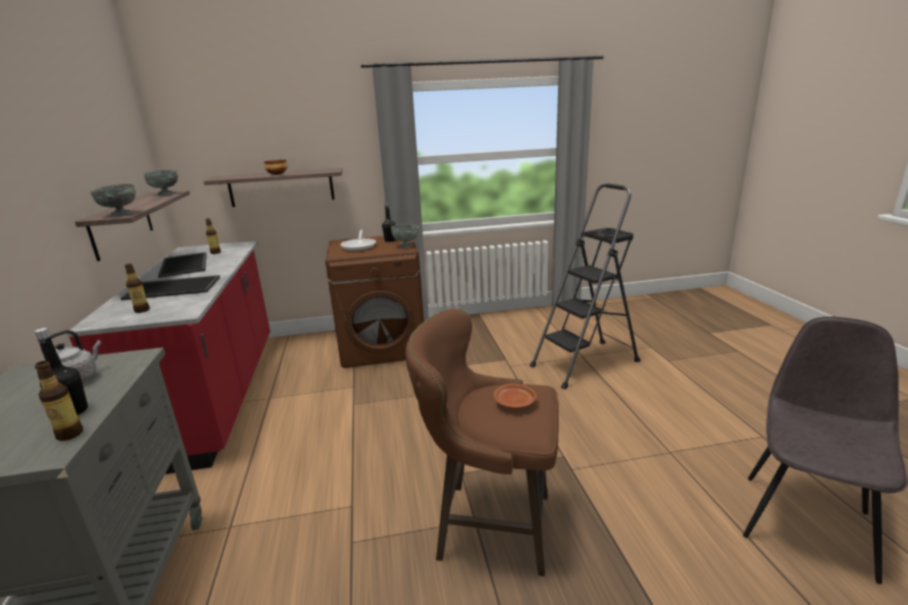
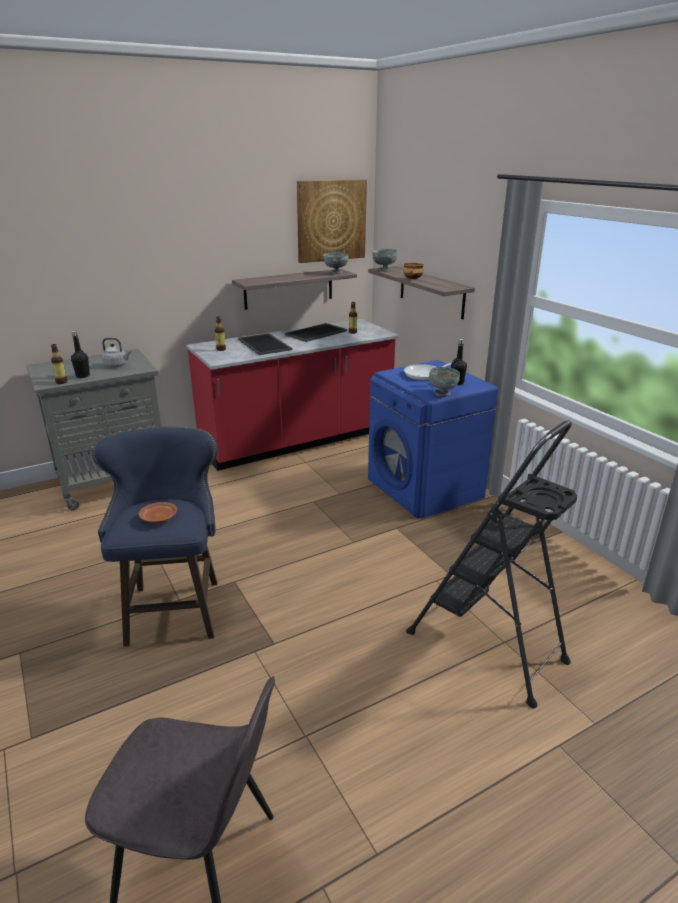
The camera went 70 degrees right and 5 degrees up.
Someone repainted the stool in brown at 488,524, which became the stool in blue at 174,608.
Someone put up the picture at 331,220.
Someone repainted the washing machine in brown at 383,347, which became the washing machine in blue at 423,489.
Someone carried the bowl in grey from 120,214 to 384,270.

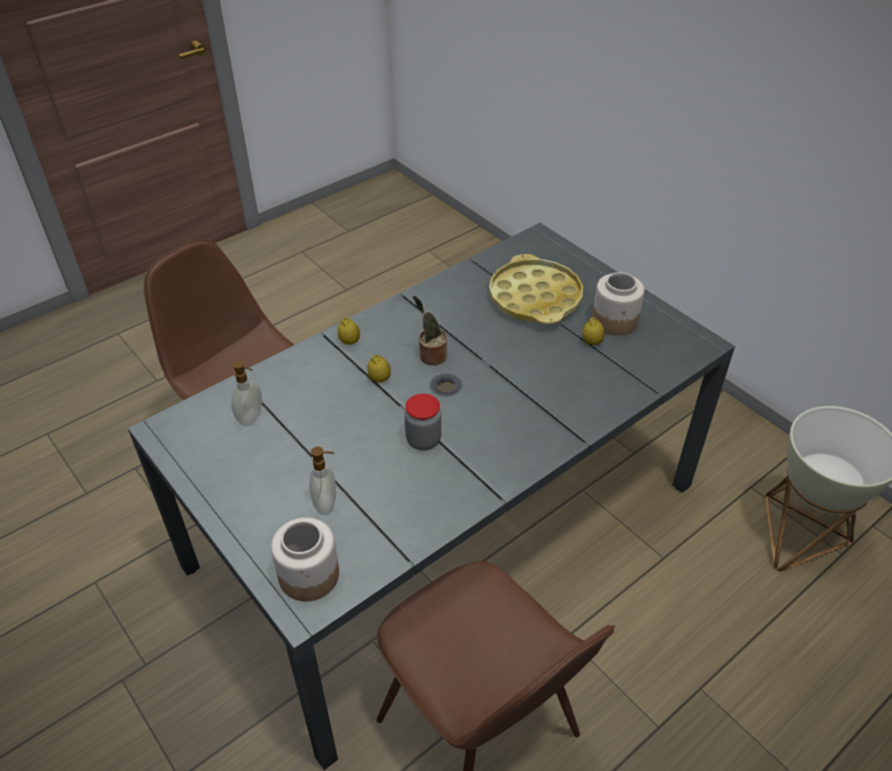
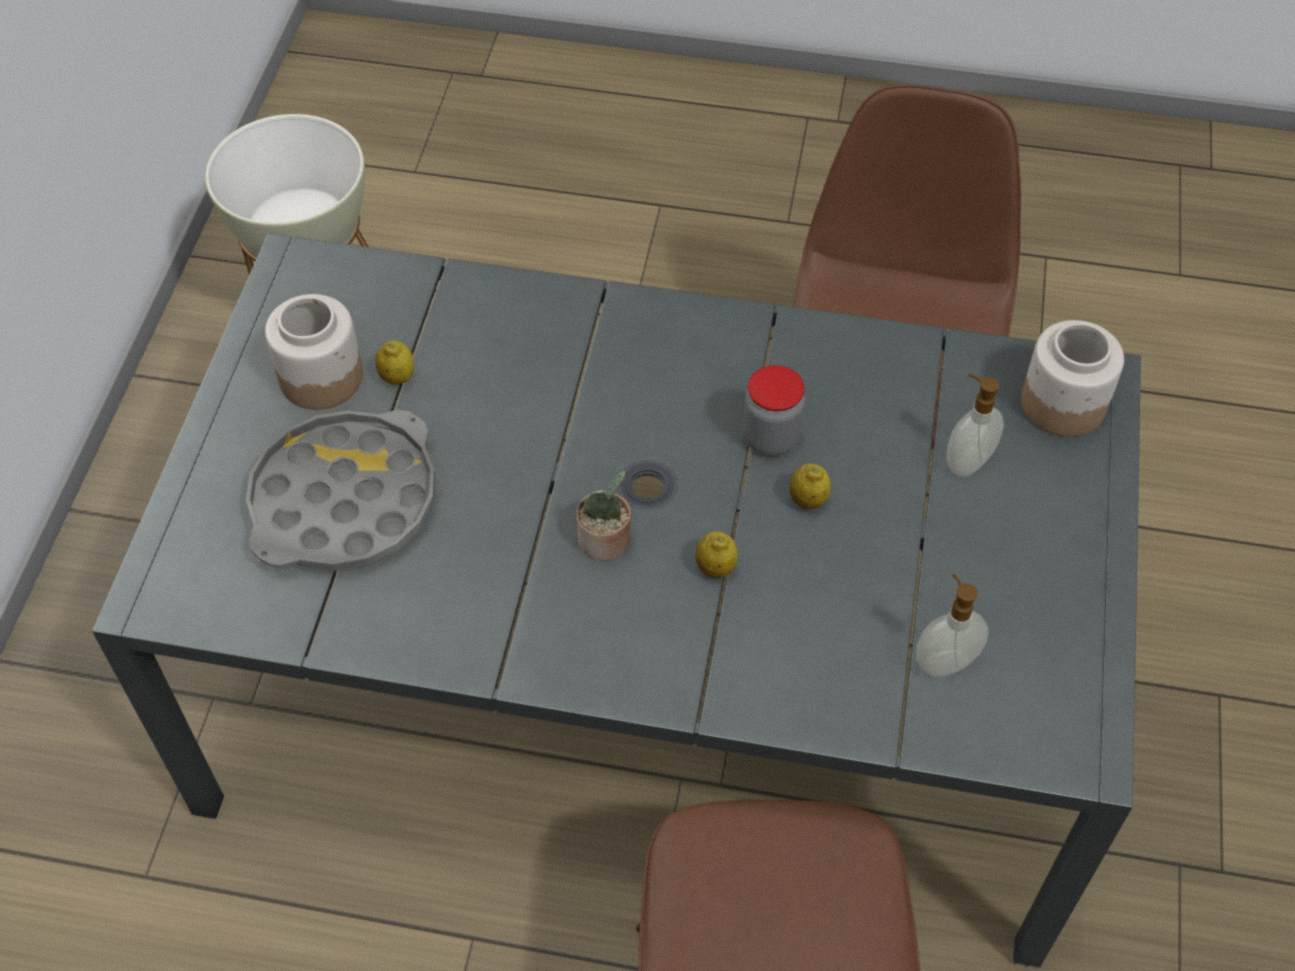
The camera went 130 degrees left and 10 degrees up.
Someone repainted the tray in yellow at 535,298, which became the tray in grey at 344,501.
Someone carried the lemon from 349,341 to 808,500.

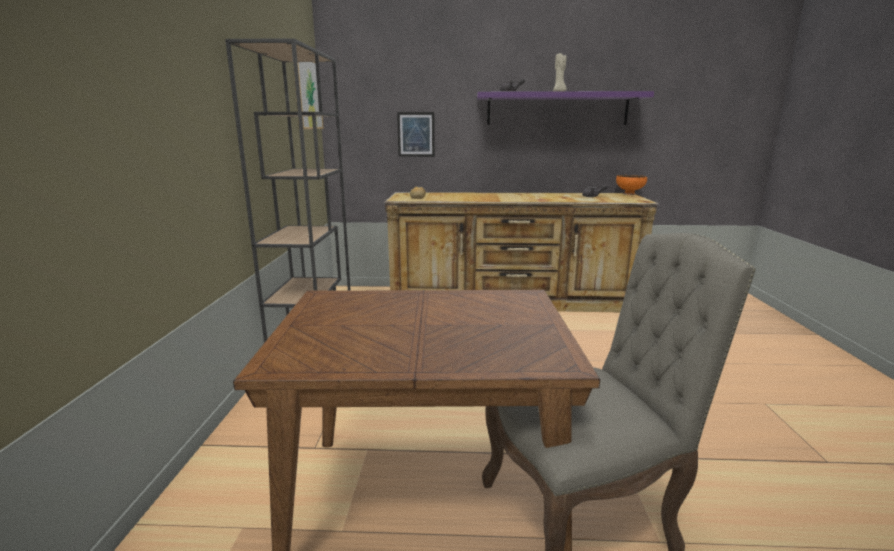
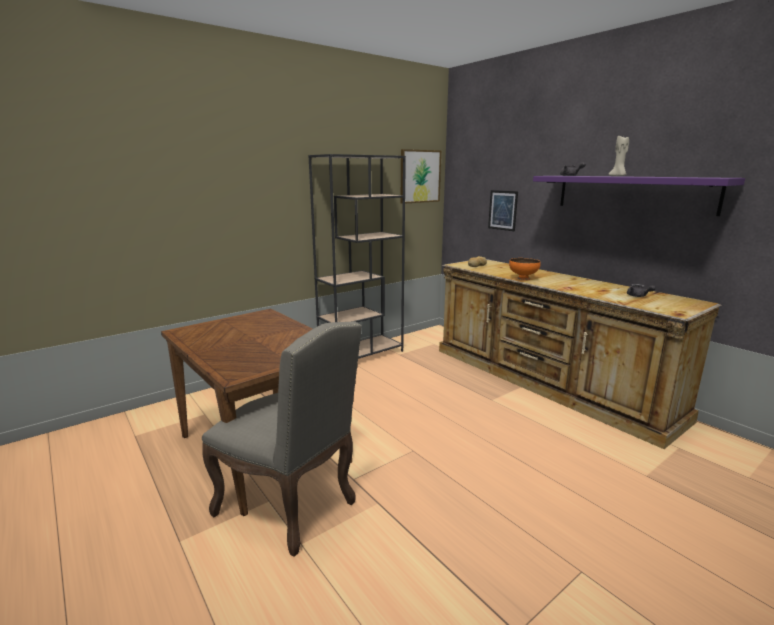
The camera went 50 degrees right and 0 degrees up.
Someone carried the bowl in orange from 629,194 to 523,278.

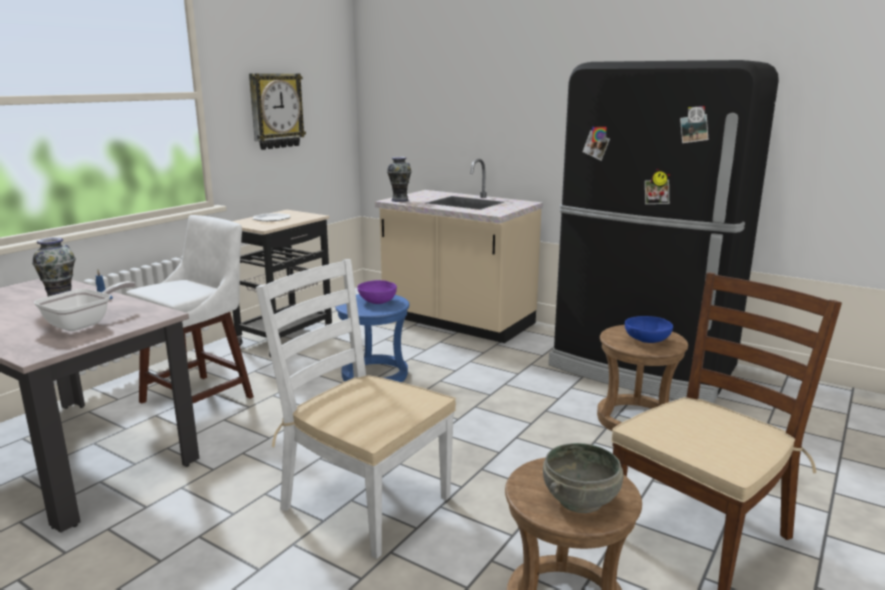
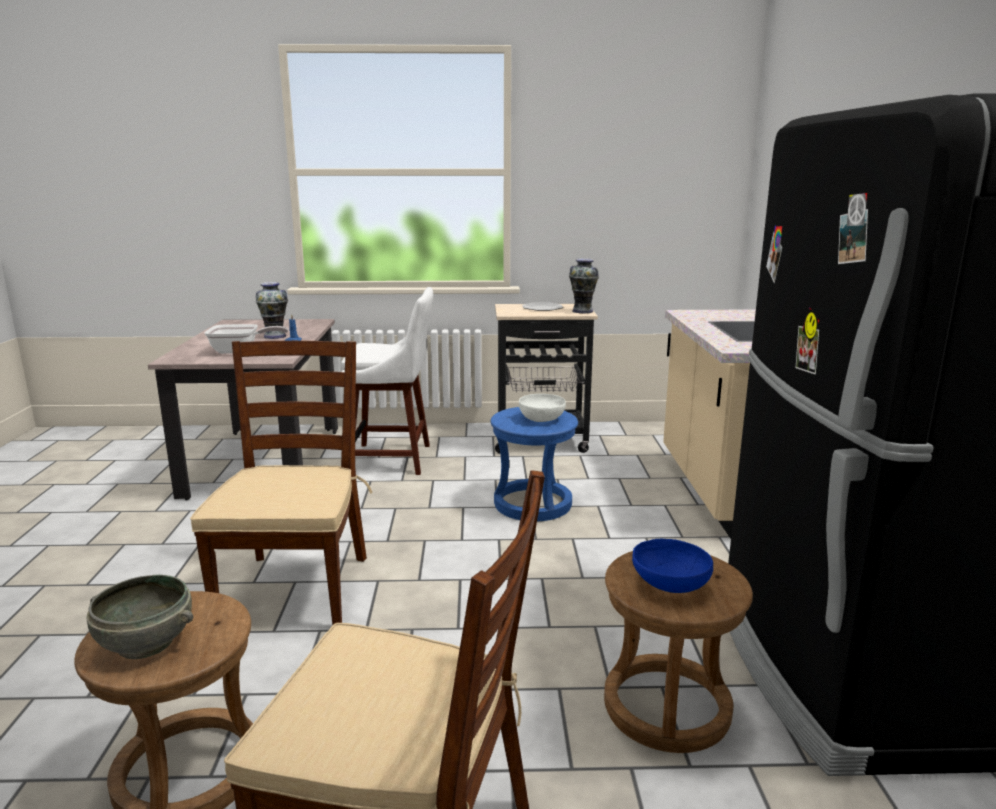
The camera went 55 degrees right and 0 degrees up.
Someone repainted the chair in white at 364,502, which became the chair in brown at 295,589.
Someone repainted the bowl in purple at 377,301, which became the bowl in white at 541,419.
Someone carried the vase from 400,200 to 582,311.
Someone took away the wall clock at 276,111.

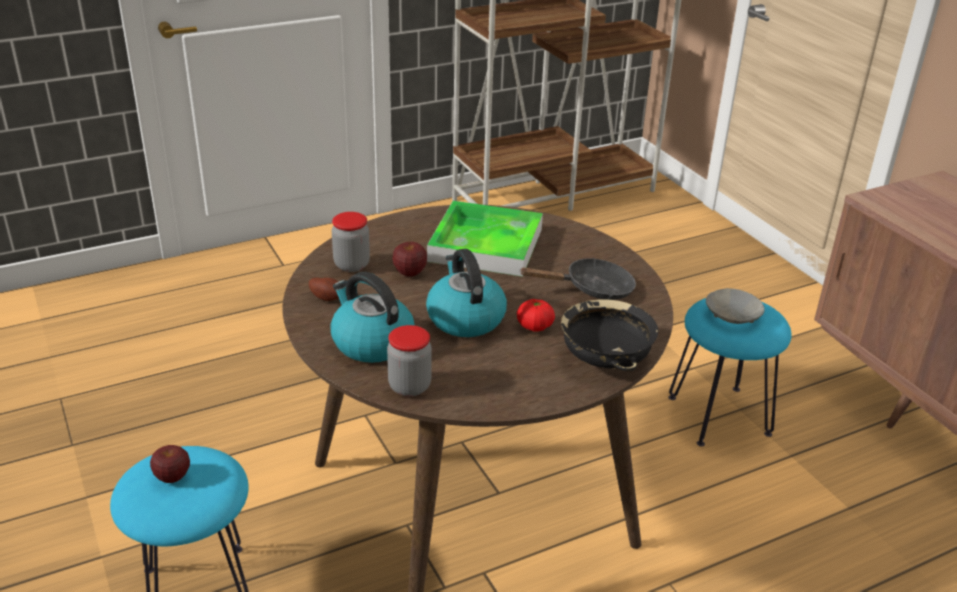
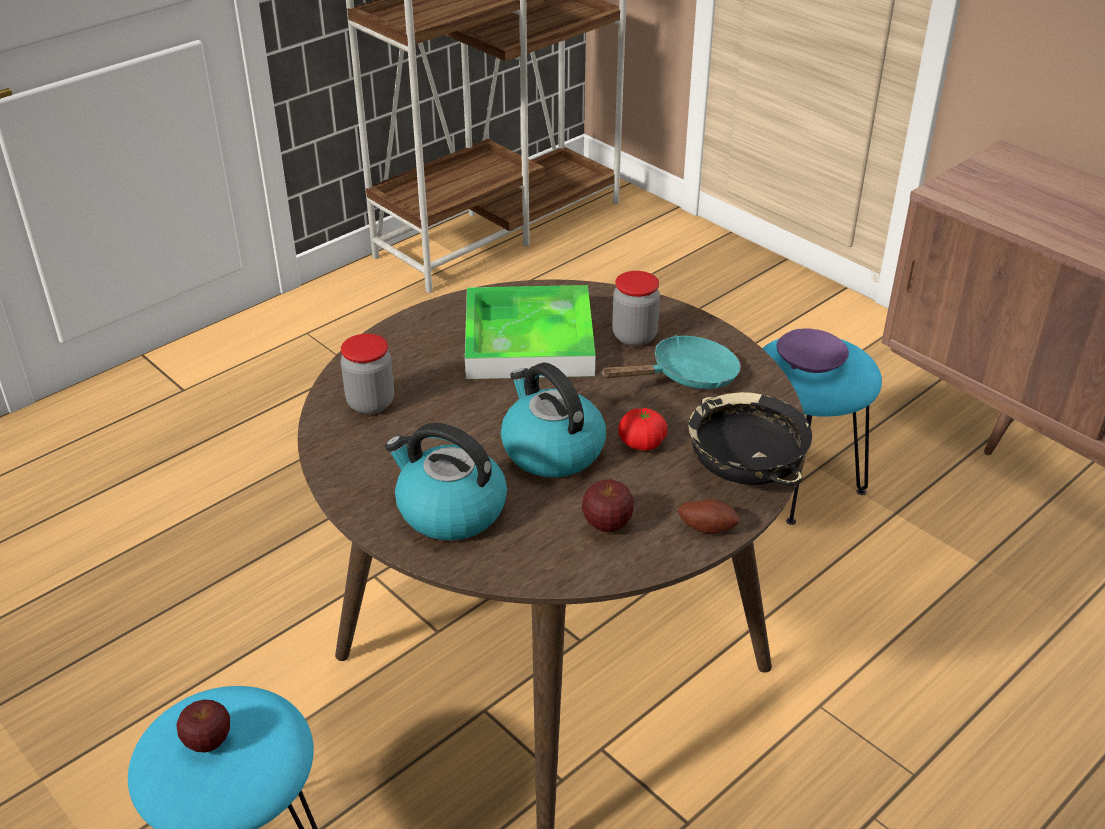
The camera went 15 degrees left and 5 degrees up.
Someone carried the apple from 410,273 to 607,524.
Someone repainted the frying pan in black at 592,289, which became the frying pan in turquoise at 686,376.
Someone carried the jar from 409,386 to 634,336.
Someone carried the potato from 328,297 to 708,527.
Someone repainted the bowl in grey at 732,316, which became the bowl in purple at 810,363.

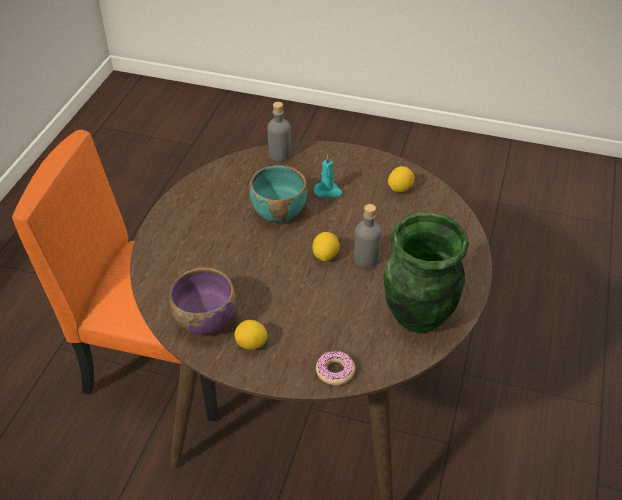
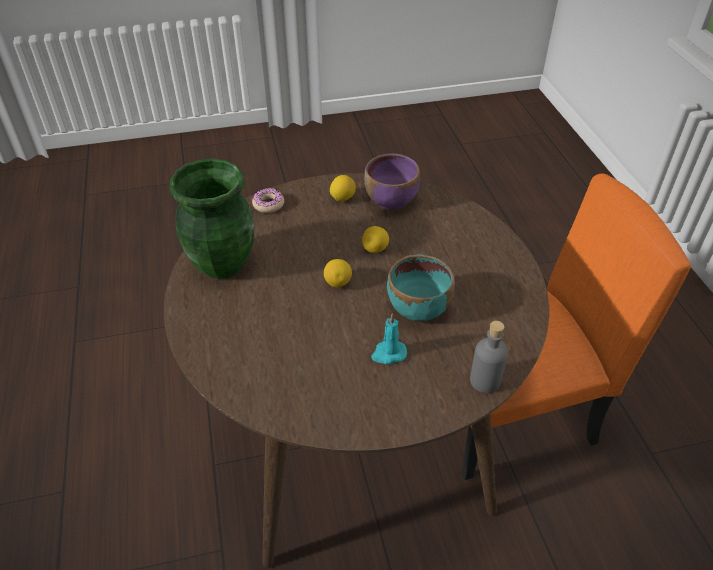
The camera went 150 degrees right and 0 degrees up.
Someone carried the lemon from 400,189 to 375,249.
Someone took away the bottle in grey at 366,258.

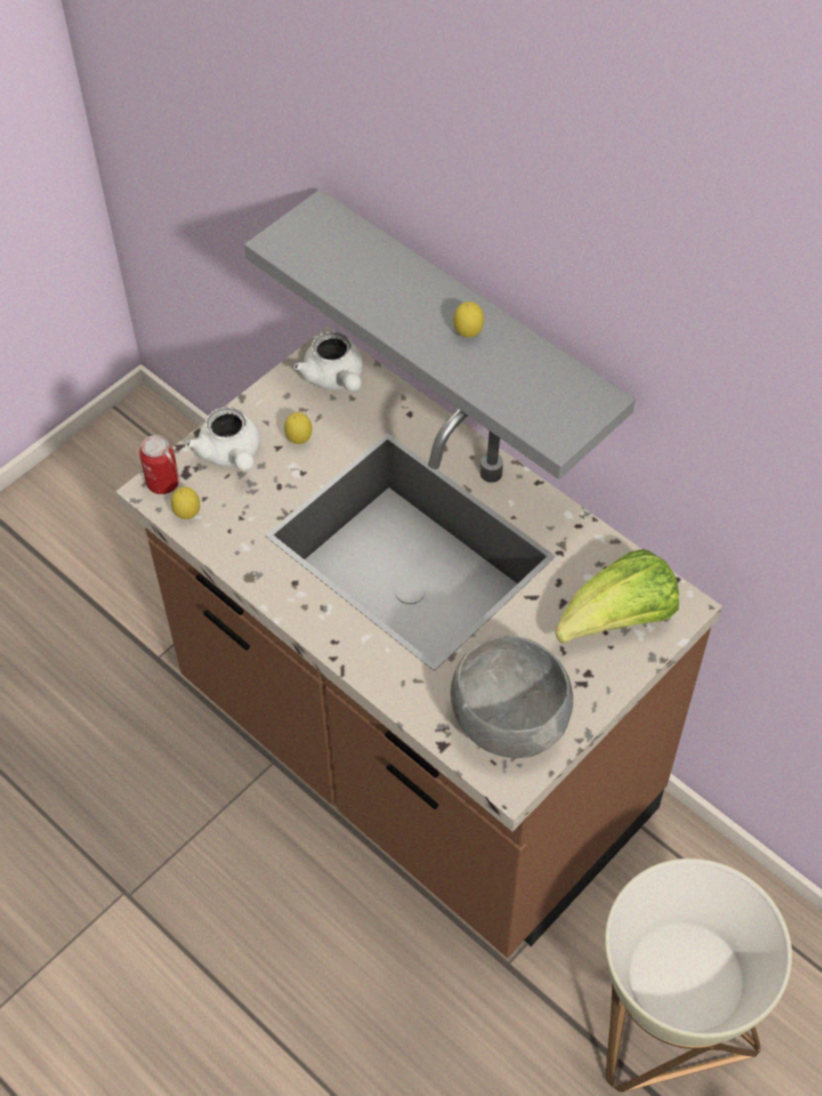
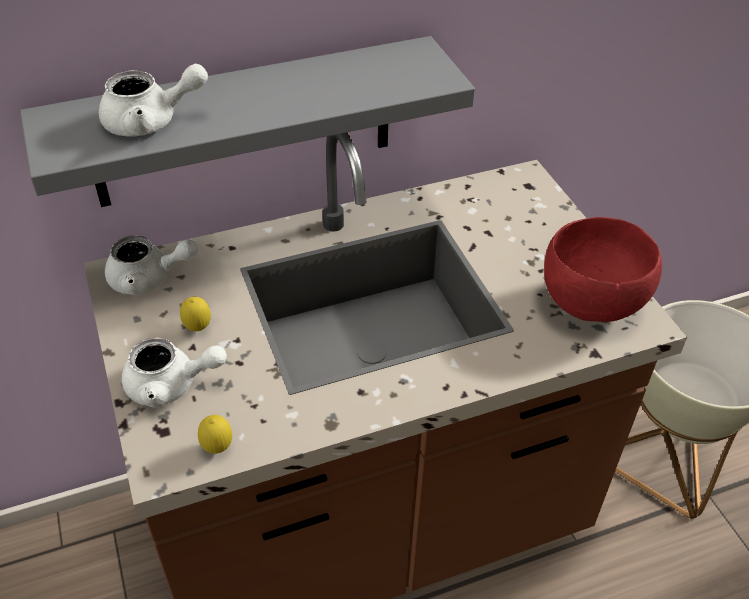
The camera went 65 degrees left and 10 degrees down.
Someone put down the teapot in white at 151,121.
Someone repainted the bowl in grey at 509,726, which became the bowl in red at 593,305.
Someone took away the can at 163,483.
Someone took away the lemon at 468,334.
Someone took away the lettuce at 617,621.

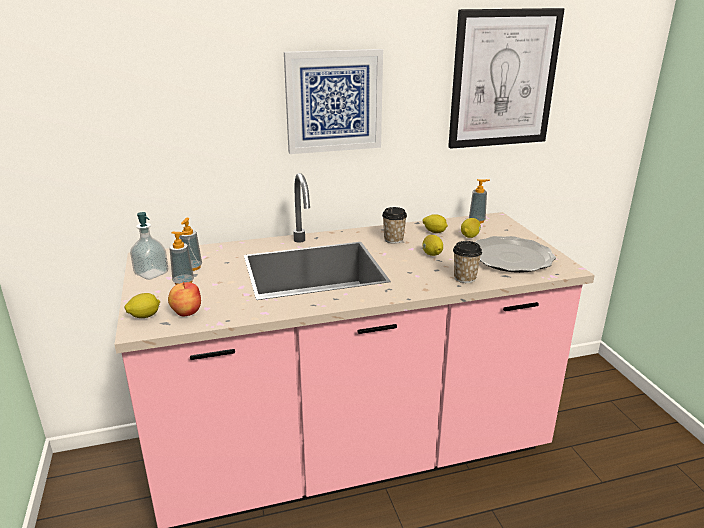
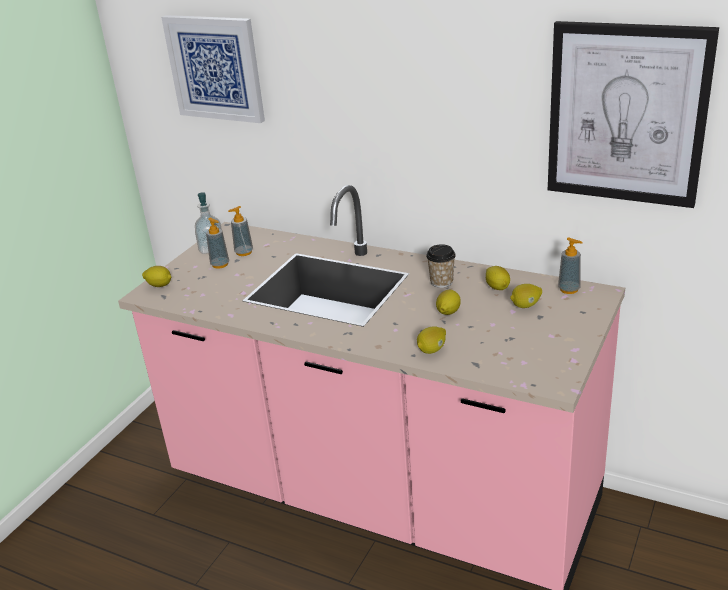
The camera went 45 degrees right and 5 degrees up.
Someone carried the picture from 333,101 to 215,68.
Someone swapped the cup at 464,278 for the lemon at 432,350.
Someone took away the apple at 186,312.
Someone took away the plate at 511,258.

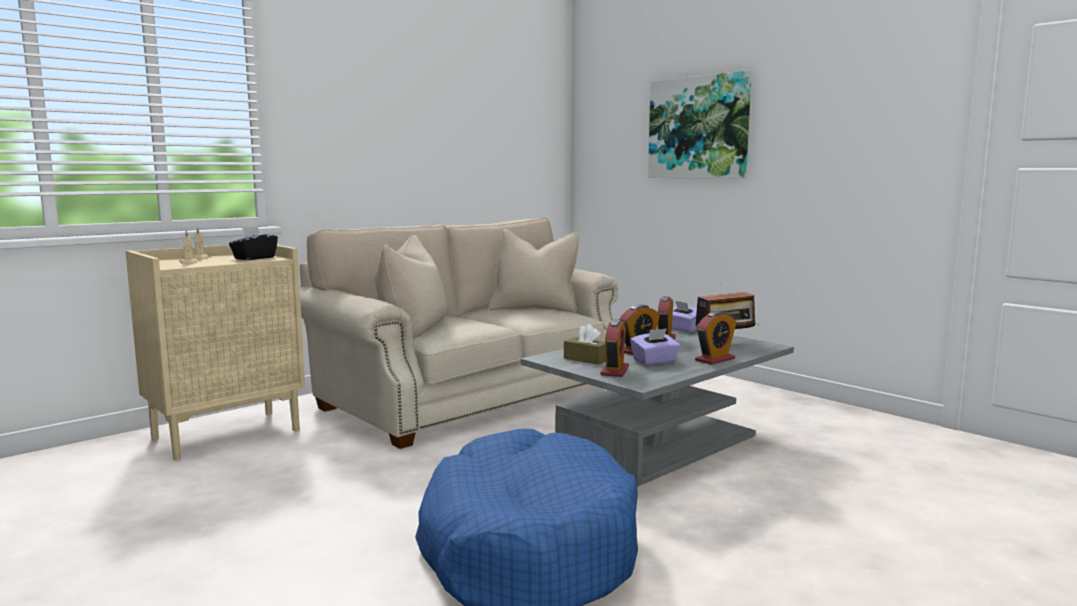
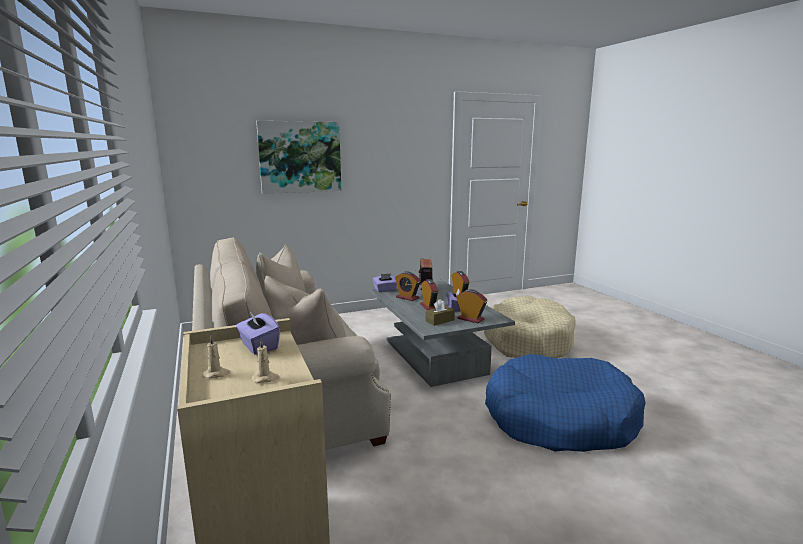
The camera went 70 degrees left and 5 degrees up.
Someone repainted the tissue box in black at 254,258, which became the tissue box in purple at 258,346.
Someone put down the dog bed in beige at 527,341.

